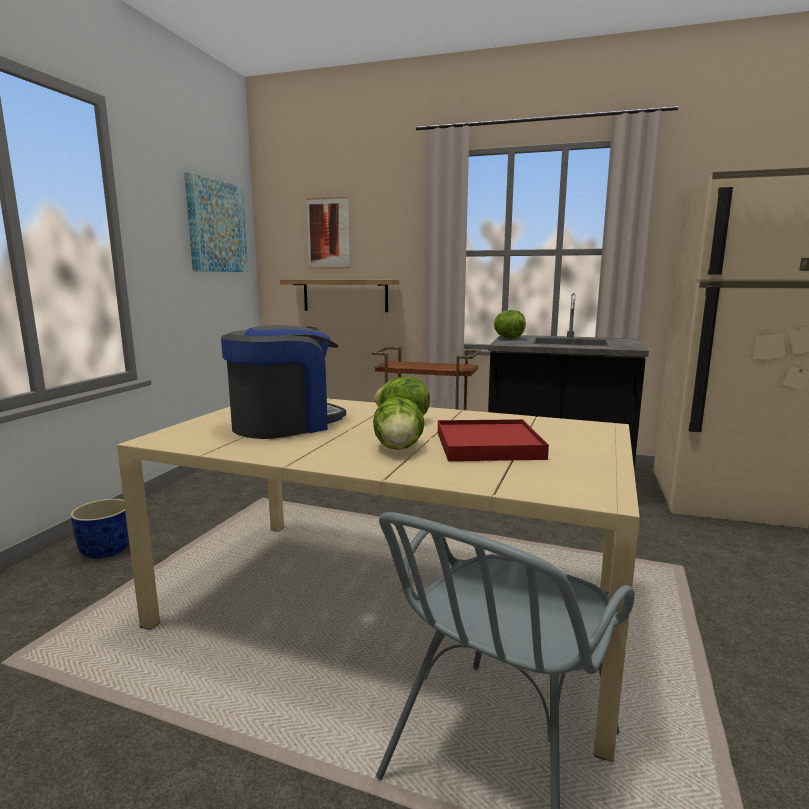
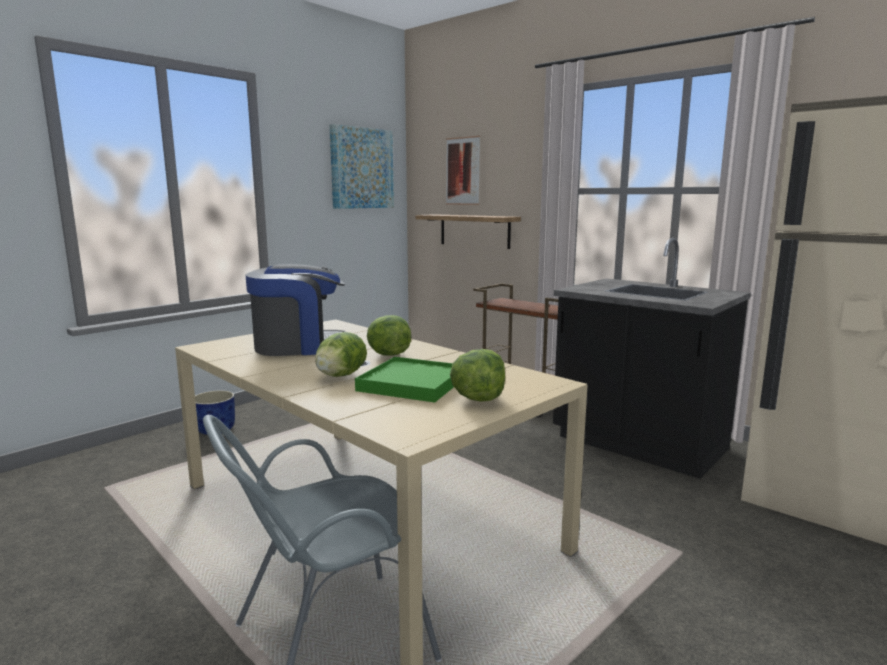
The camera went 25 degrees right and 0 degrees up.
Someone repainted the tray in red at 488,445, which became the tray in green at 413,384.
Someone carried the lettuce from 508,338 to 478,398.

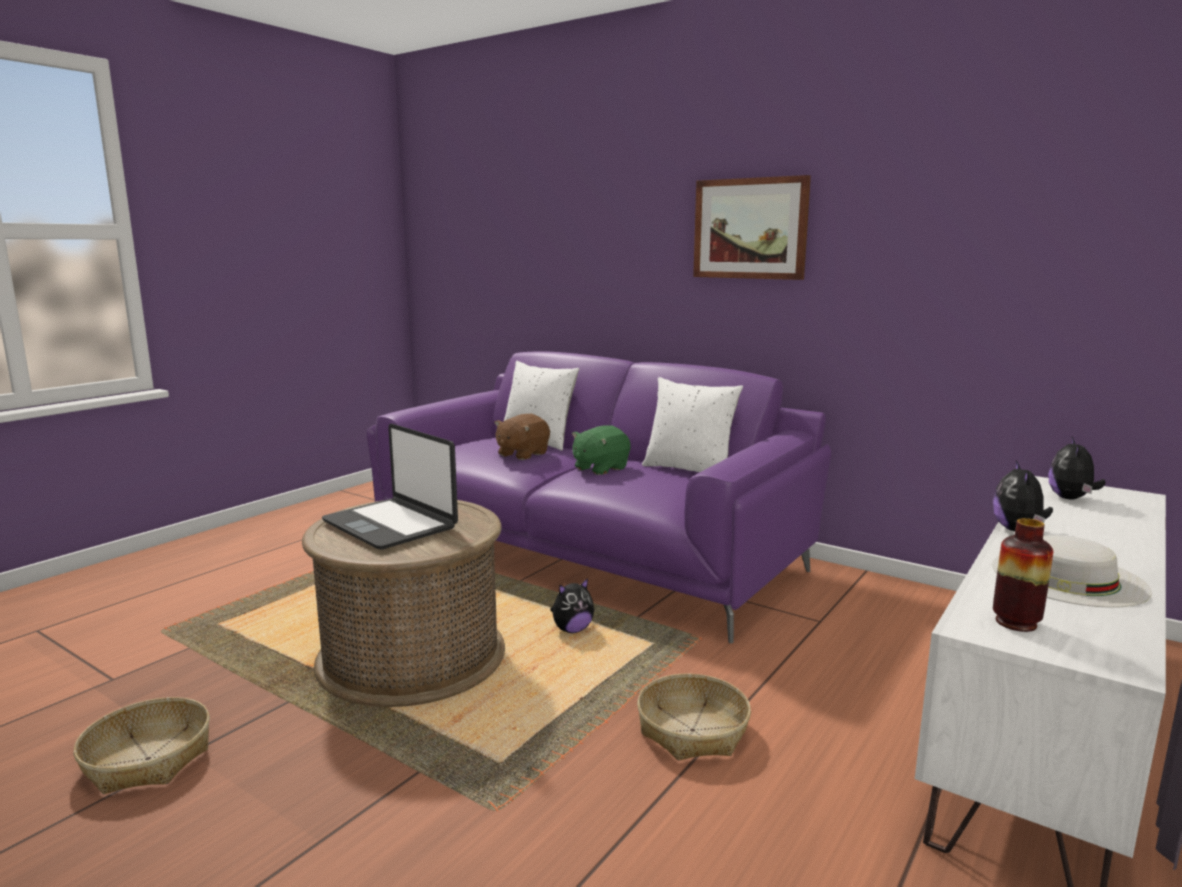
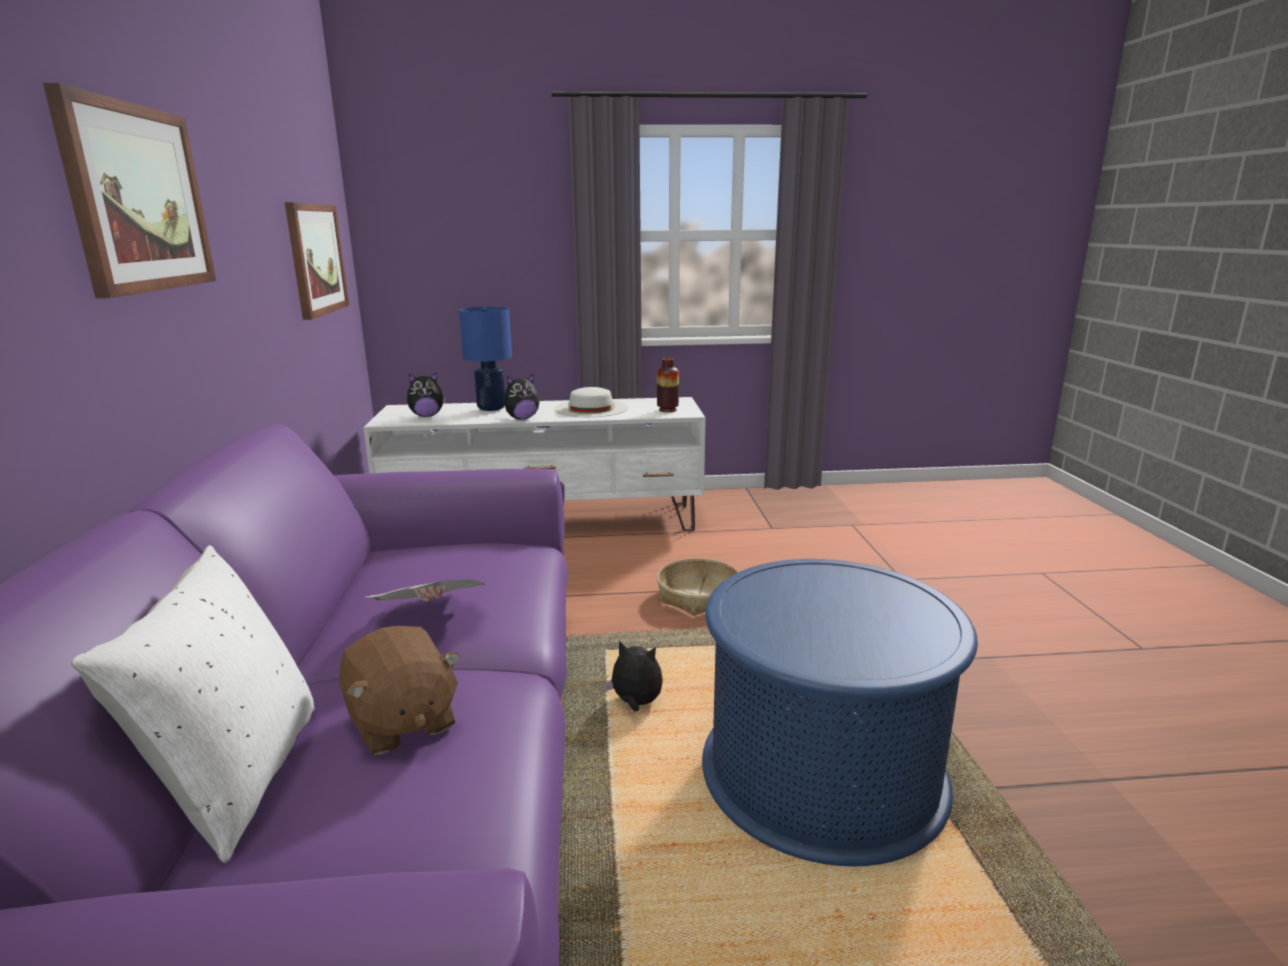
The camera went 130 degrees left and 5 degrees up.
Someone put up the picture at 316,259.
Someone rotated the plush toy in brown at 522,454 by 60 degrees clockwise.
Someone swapped the plush toy in green at 600,468 for the newspaper at 430,618.
Someone put down the table lamp in blue at 491,409.
Someone repainted the coffee table in brown at 412,656, which became the coffee table in blue at 822,770.
Someone took away the basket at 147,759.
Someone took away the laptop at 391,524.
Someone took away the pillow in white at 689,469.

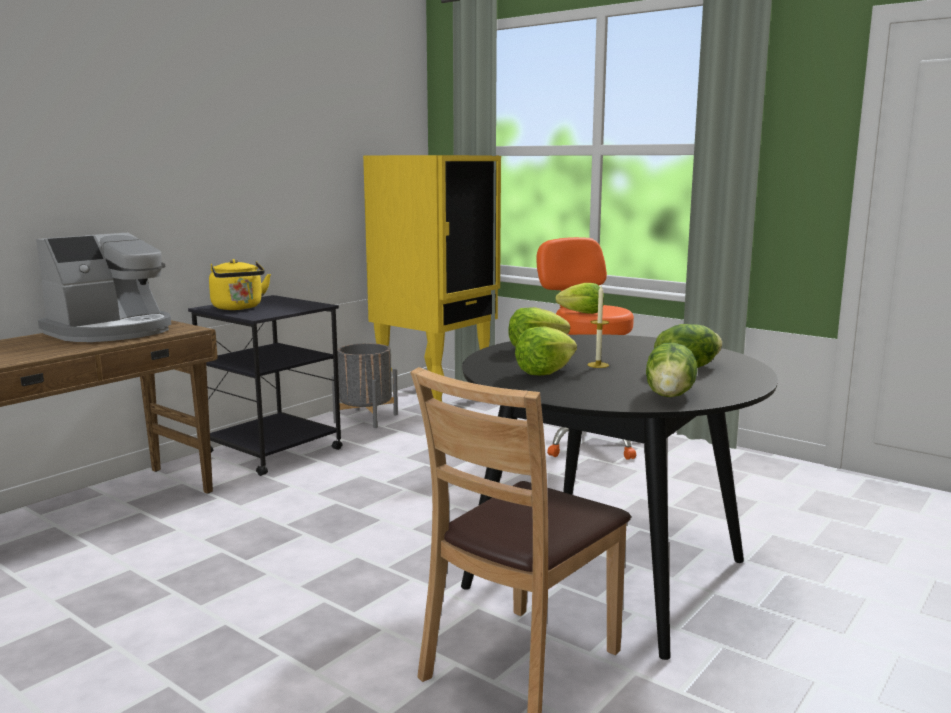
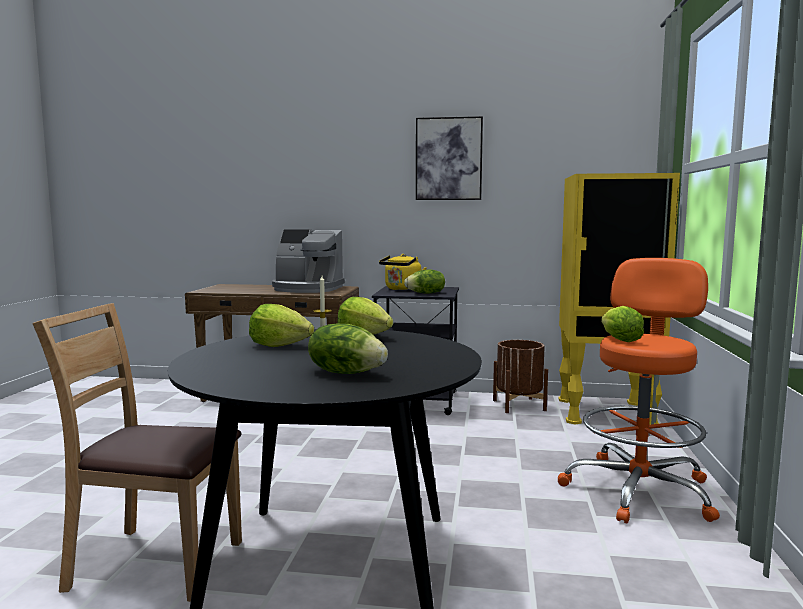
The camera went 60 degrees right and 5 degrees down.
Someone carried the lettuce from 671,395 to 426,293.
Someone put up the picture at 448,159.
Someone repainted the planter in grey at 366,418, which became the planter in brown at 519,405.

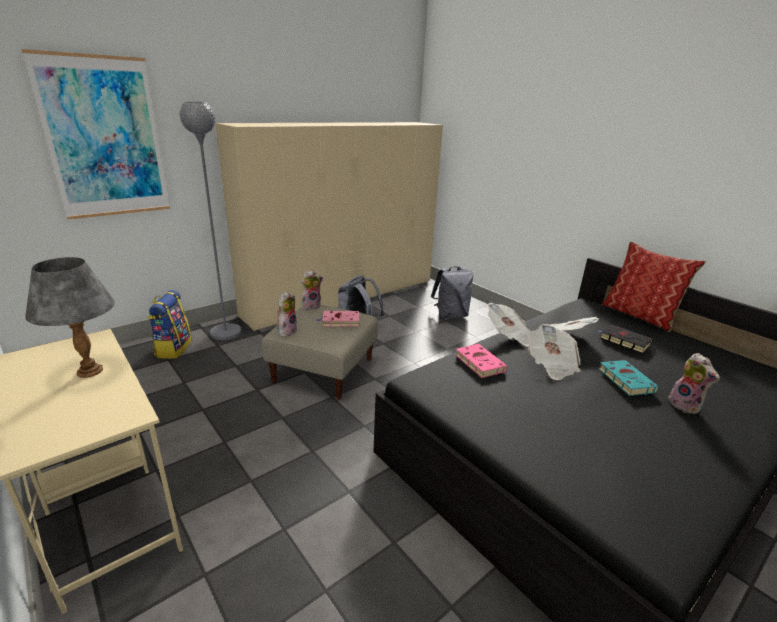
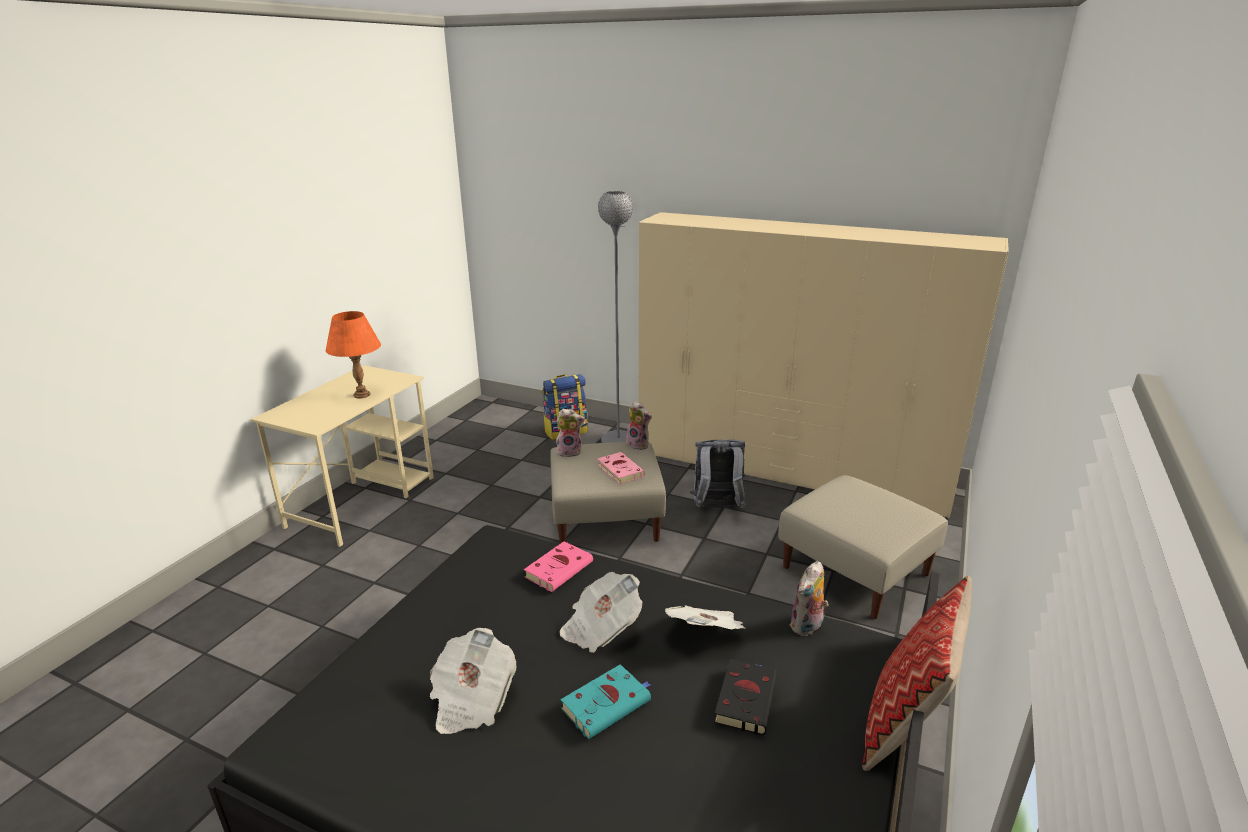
The camera went 65 degrees right and 0 degrees up.
Someone repainted the table lamp in grey at 90,371, which became the table lamp in orange at 362,395.
Someone carried the newspaper from 508,336 to 471,700.
Someone swapped the backpack in grey at 450,315 for the ottoman in beige at 856,570.
Someone carried the plush toy from 685,406 to 807,627.
Someone took away the picture at 105,139.

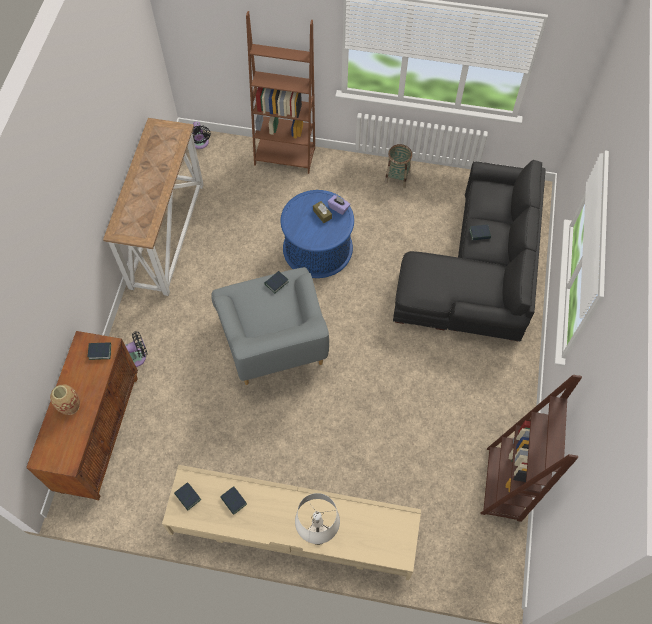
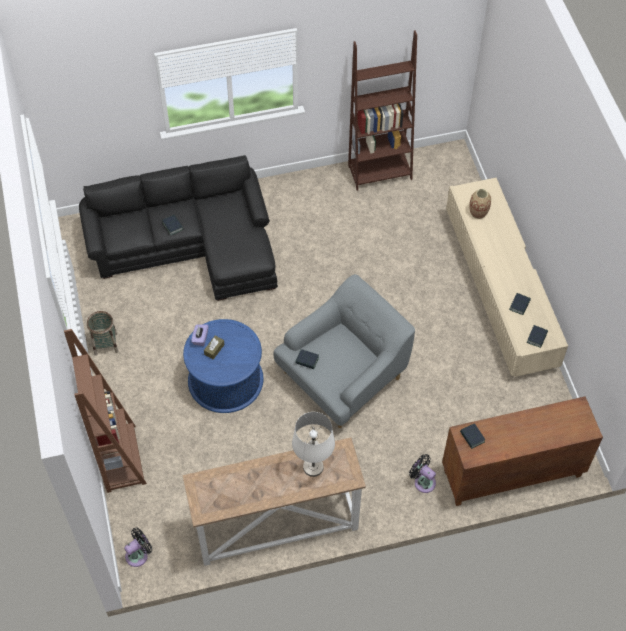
The camera went 115 degrees left and 5 degrees down.
Someone carried the table lamp in white from 317,534 to 313,467.
Someone carried the vase from 70,406 to 478,212.

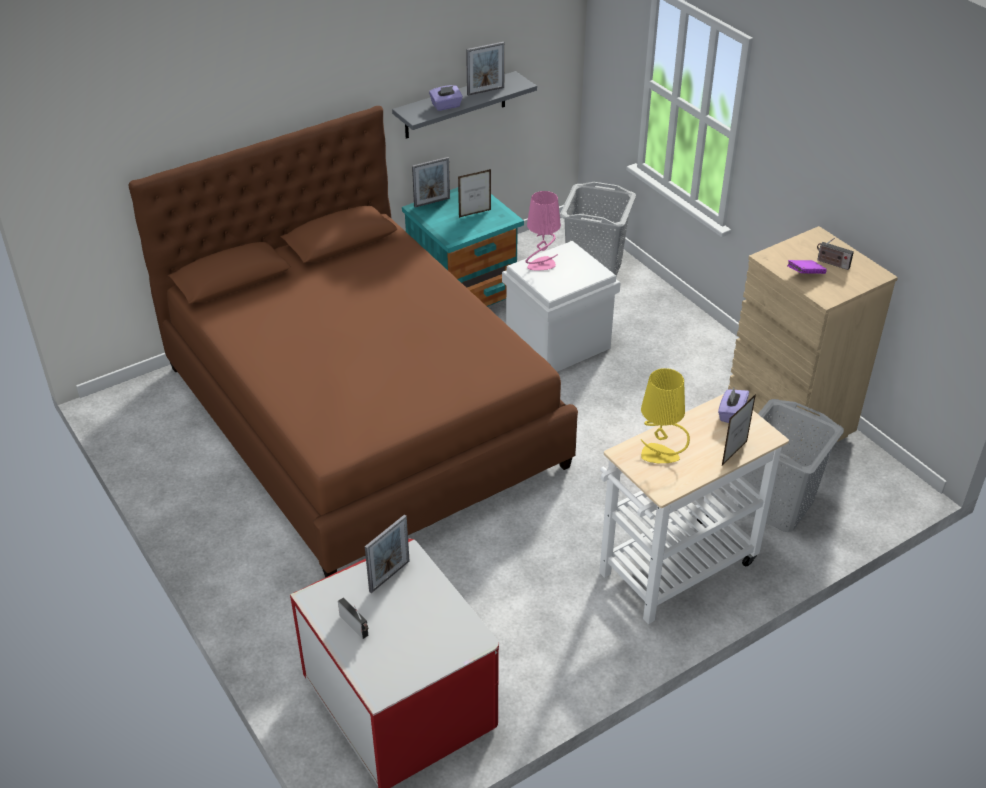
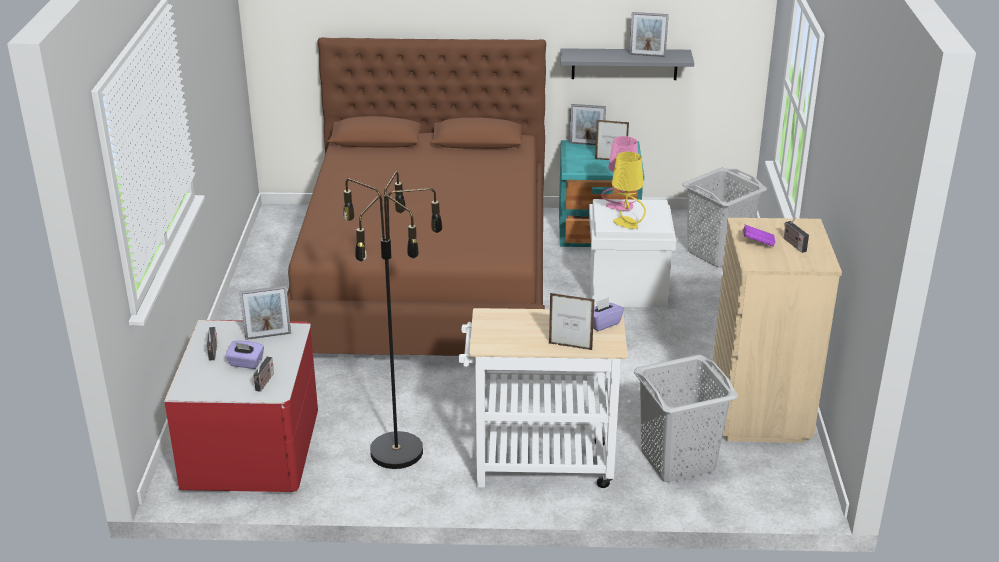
The camera went 35 degrees right and 10 degrees down.
Someone carried the tissue box in purple from 446,106 to 246,363.
Someone put down the radio at 264,383.
Someone put down the floor lamp at 398,452.
Someone rotated the picture frame at 734,453 by 150 degrees counterclockwise.
Someone carried the table lamp in yellow from 659,455 to 626,223.

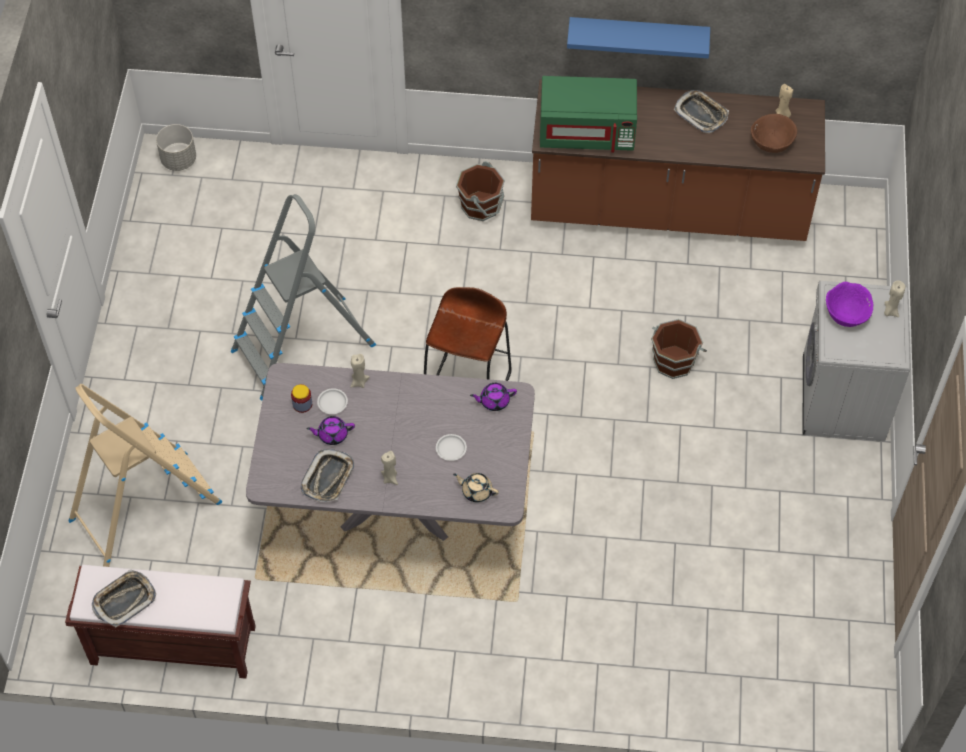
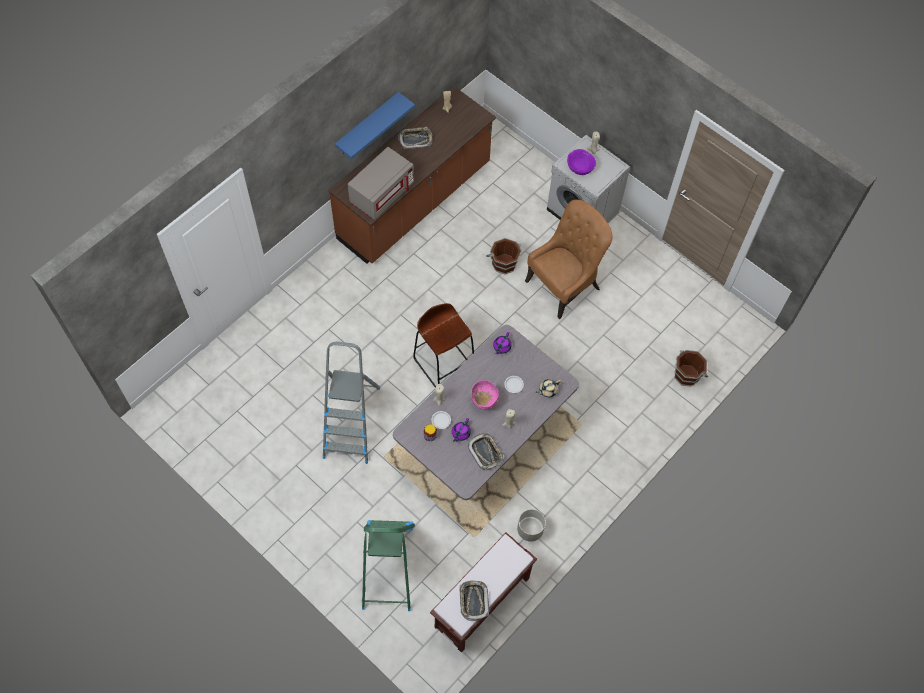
The camera went 55 degrees left and 5 degrees up.
Someone repainted the microwave in green at 587,132, which became the microwave in grey at 381,193.
Someone repainted the step ladder in beige at 146,510, which became the step ladder in green at 388,564.
Someone put down the bowl in pink at 484,402.
Someone carried the planter in grey from 178,160 to 529,530.
Someone put down the chair in brown at 564,285.
Someone carried the bucket in brown from 481,205 to 687,374.
Someone took away the bowl in brown at 771,142.

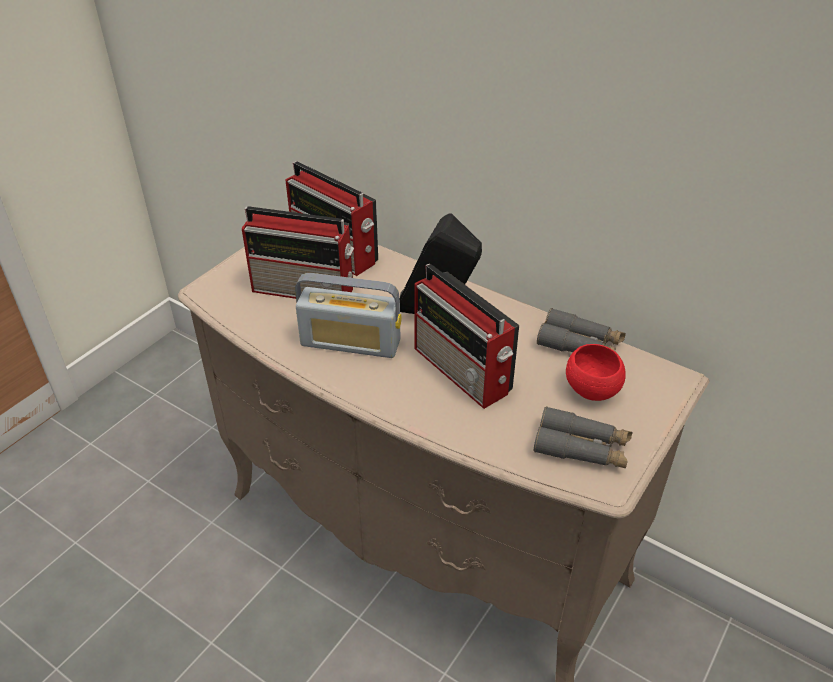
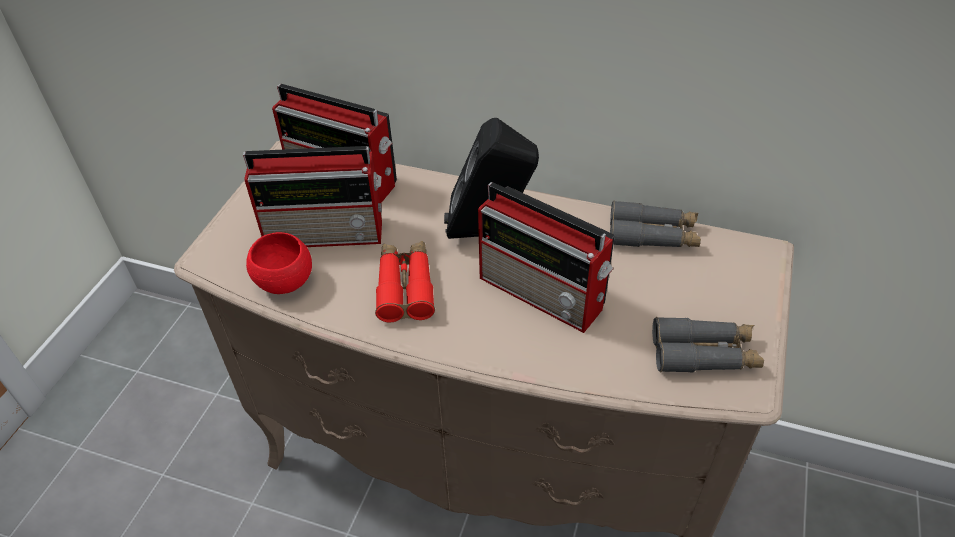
The camera went 15 degrees left and 5 degrees up.
Someone carried the bowl in red from 591,390 to 284,282.
Someone swapped the radio at 350,343 for the binoculars in red at 405,287.

